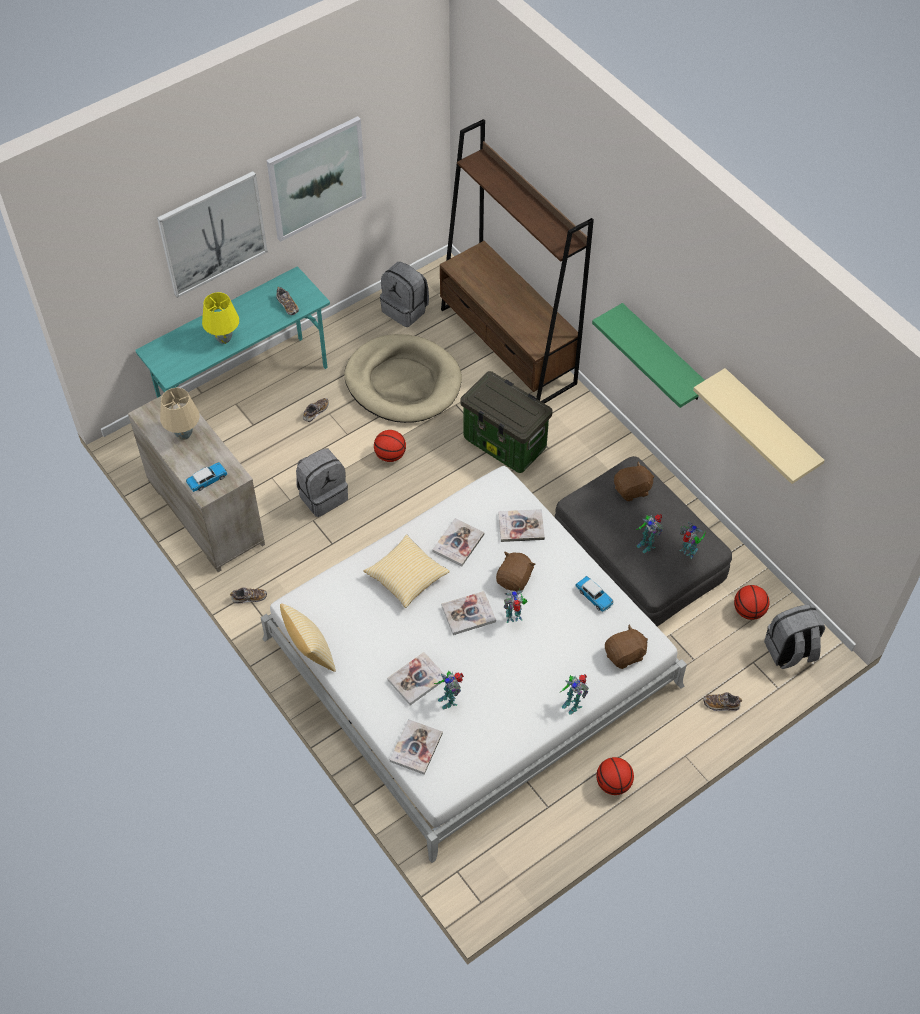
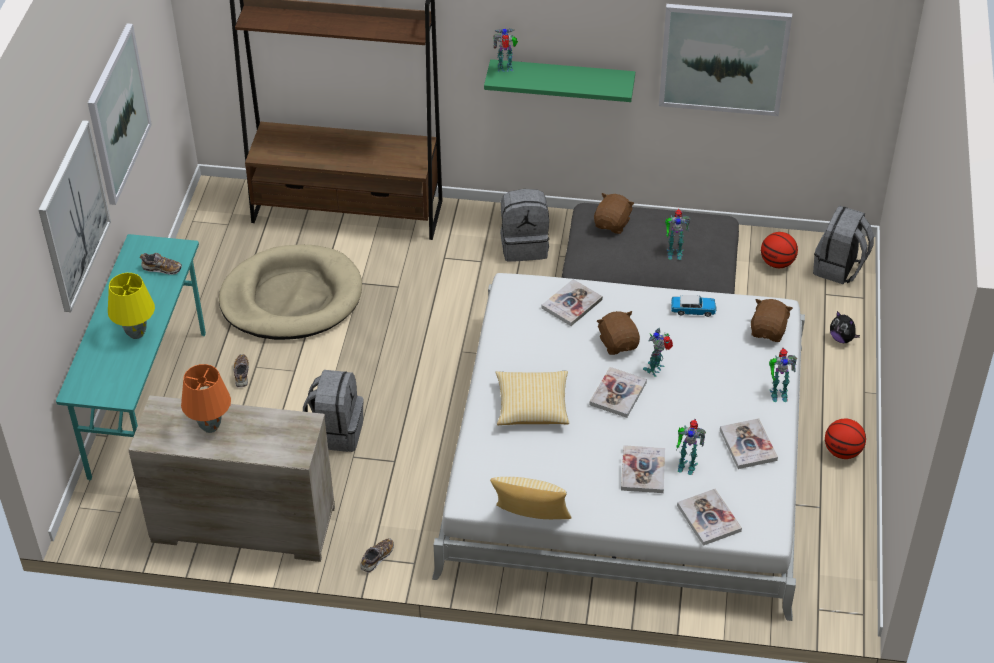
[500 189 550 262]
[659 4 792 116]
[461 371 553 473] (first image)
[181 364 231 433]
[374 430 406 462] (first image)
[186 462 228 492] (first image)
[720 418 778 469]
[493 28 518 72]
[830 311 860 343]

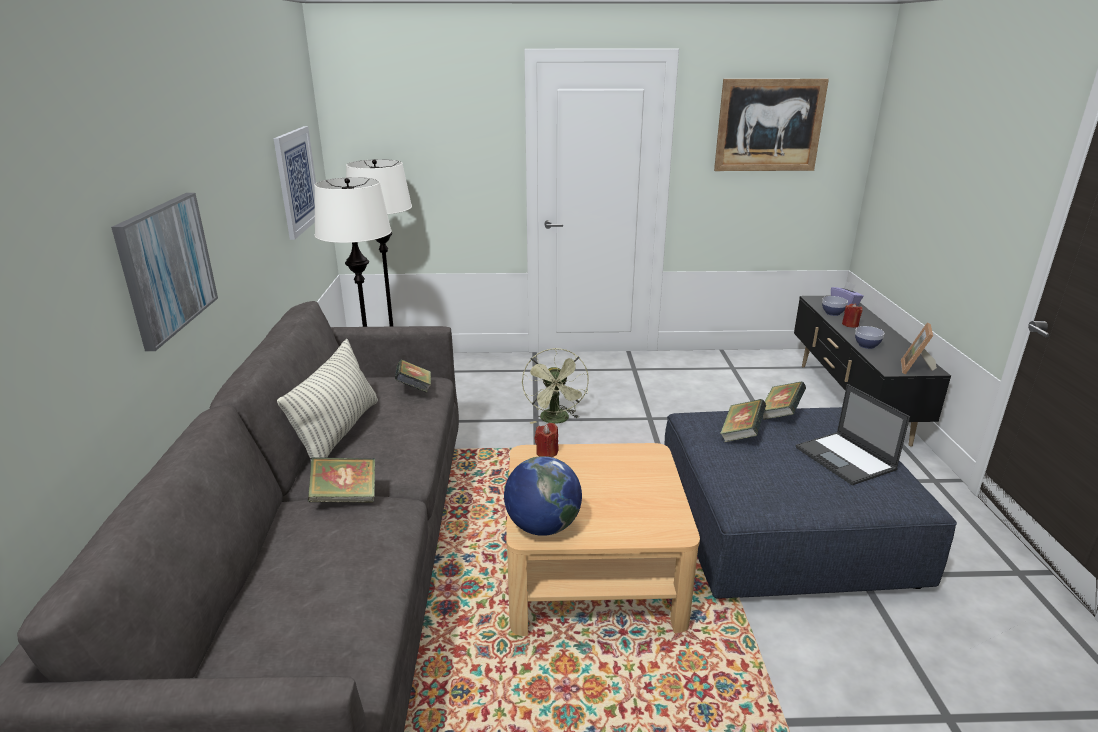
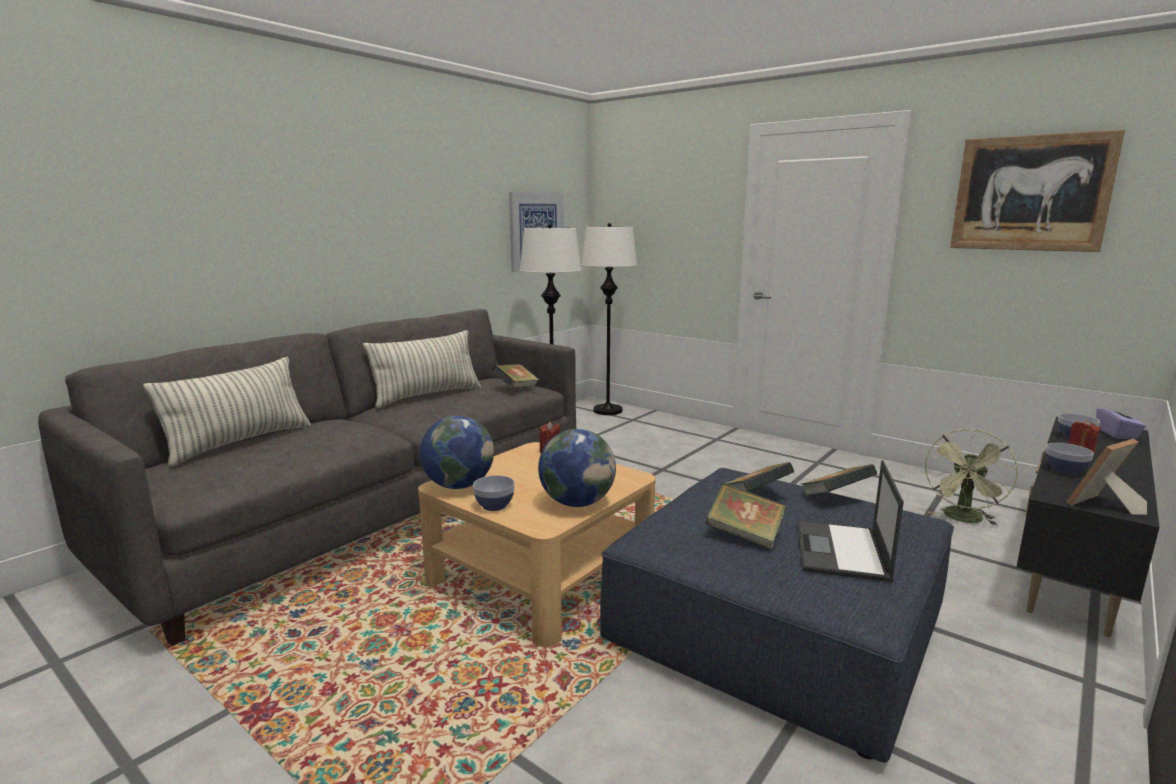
[111 193 218 351] (first image)
[924 429 1018 525]
[706 483 787 549]
[143 357 311 467]
[538 429 616 507]
[473 475 514 511]

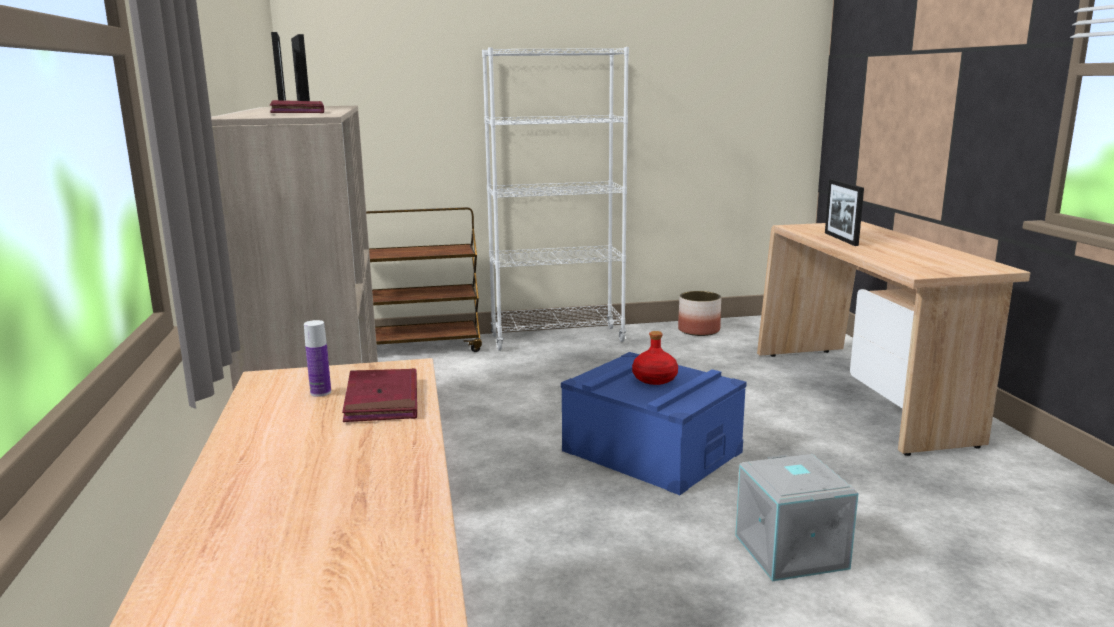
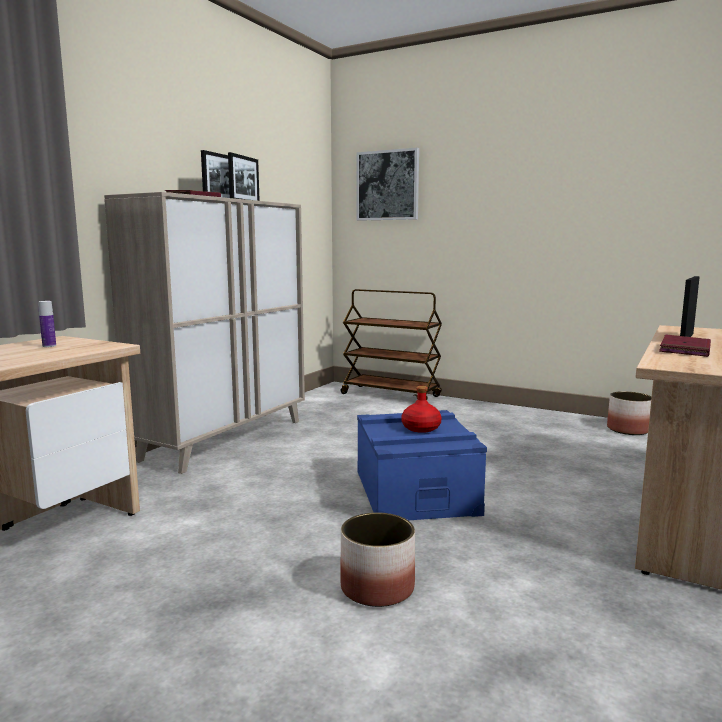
[482 47 629 351] (first image)
[659 335 711 357]
[340 512 415 607]
[357 148 419 221]

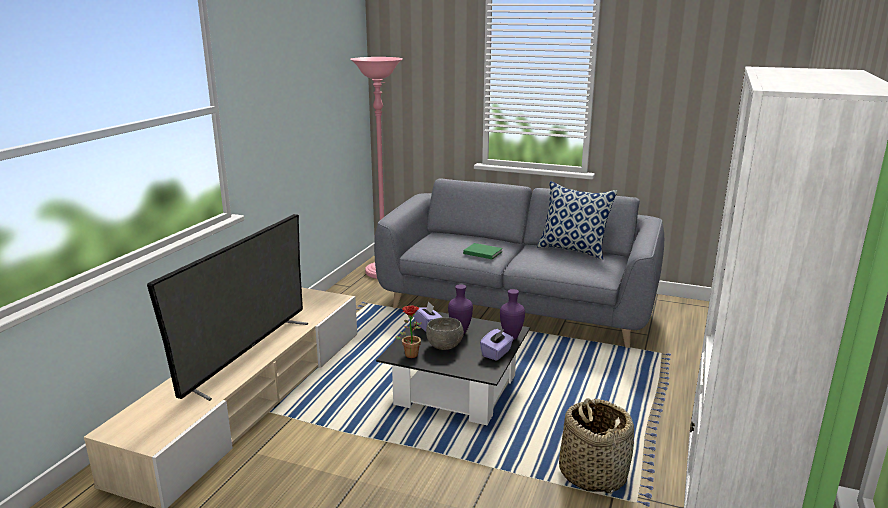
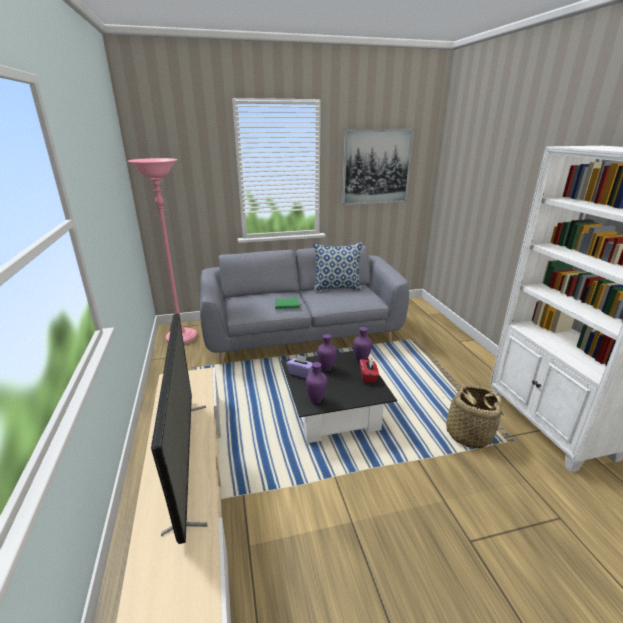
[306 362 327 404]
[426 317 464 350] (first image)
[360 358 379 383]
[342 129 414 205]

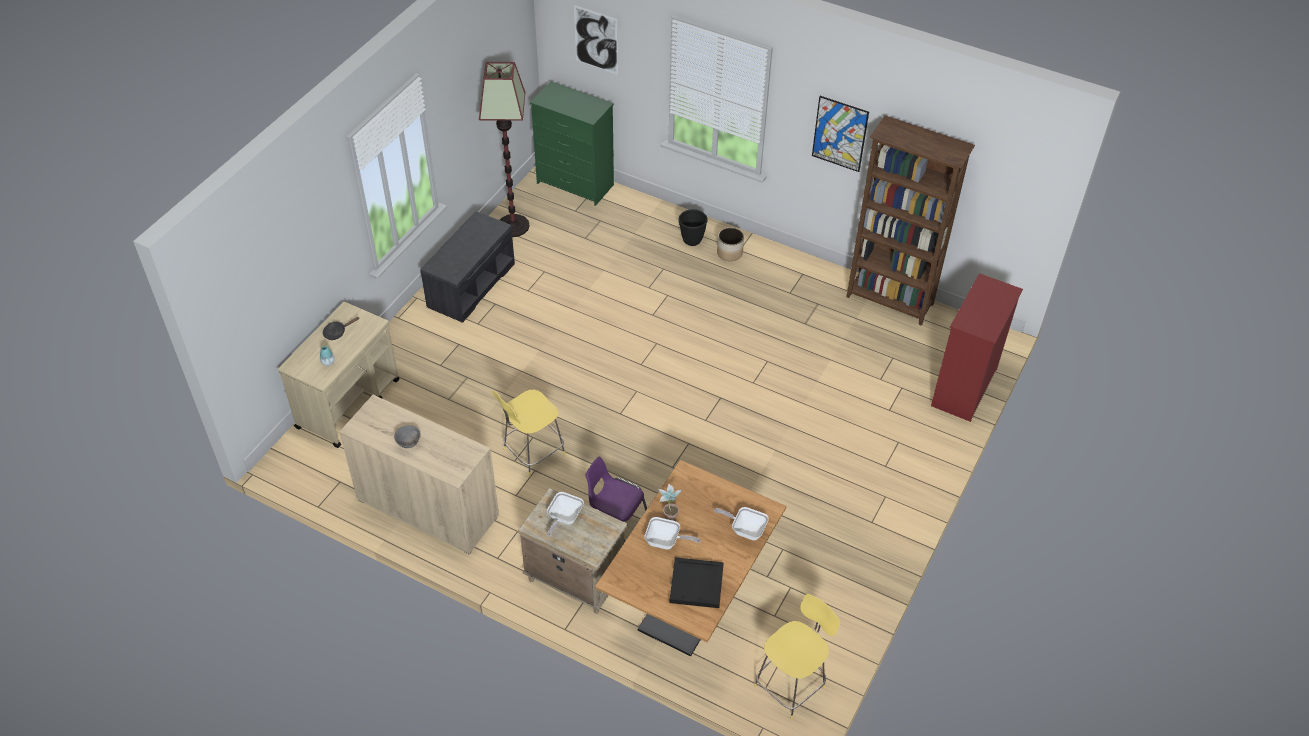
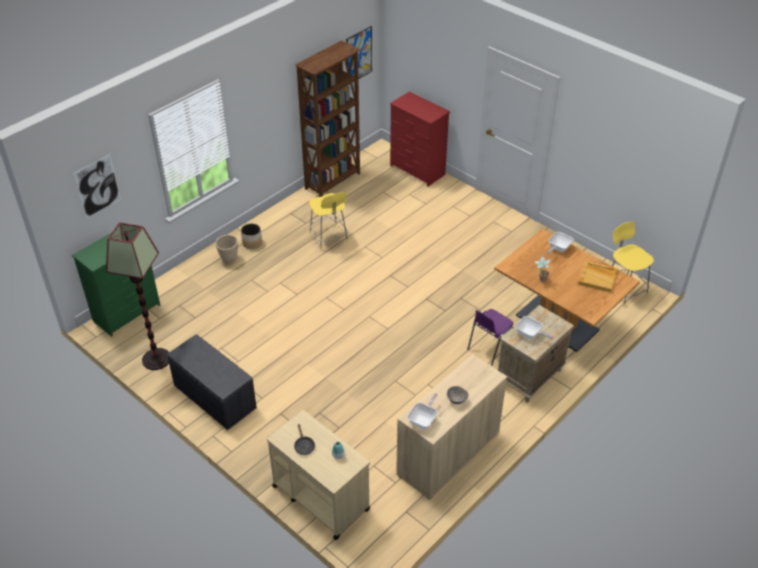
[346 26 372 83]
[215 235 238 264]
[309 192 348 250]
[407 393 438 429]
[578 261 618 293]

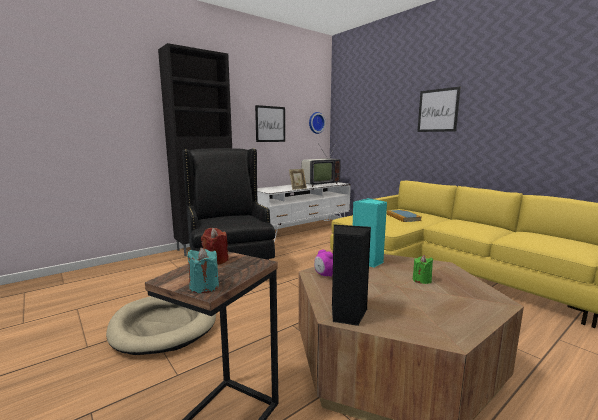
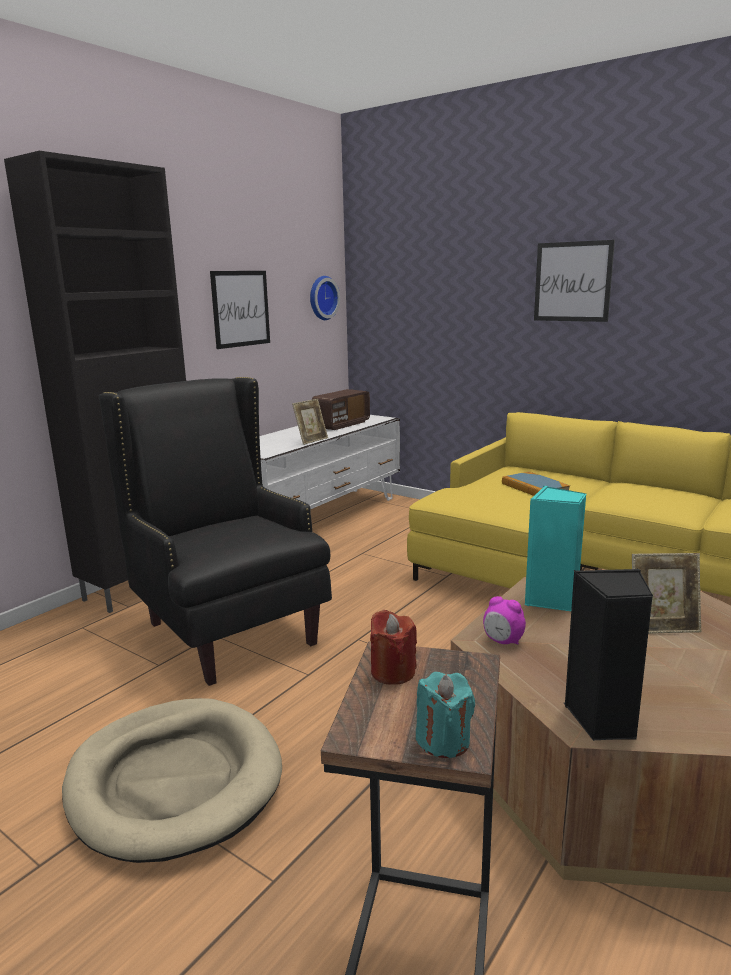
[312 389 370 430]
[632 553 701 634]

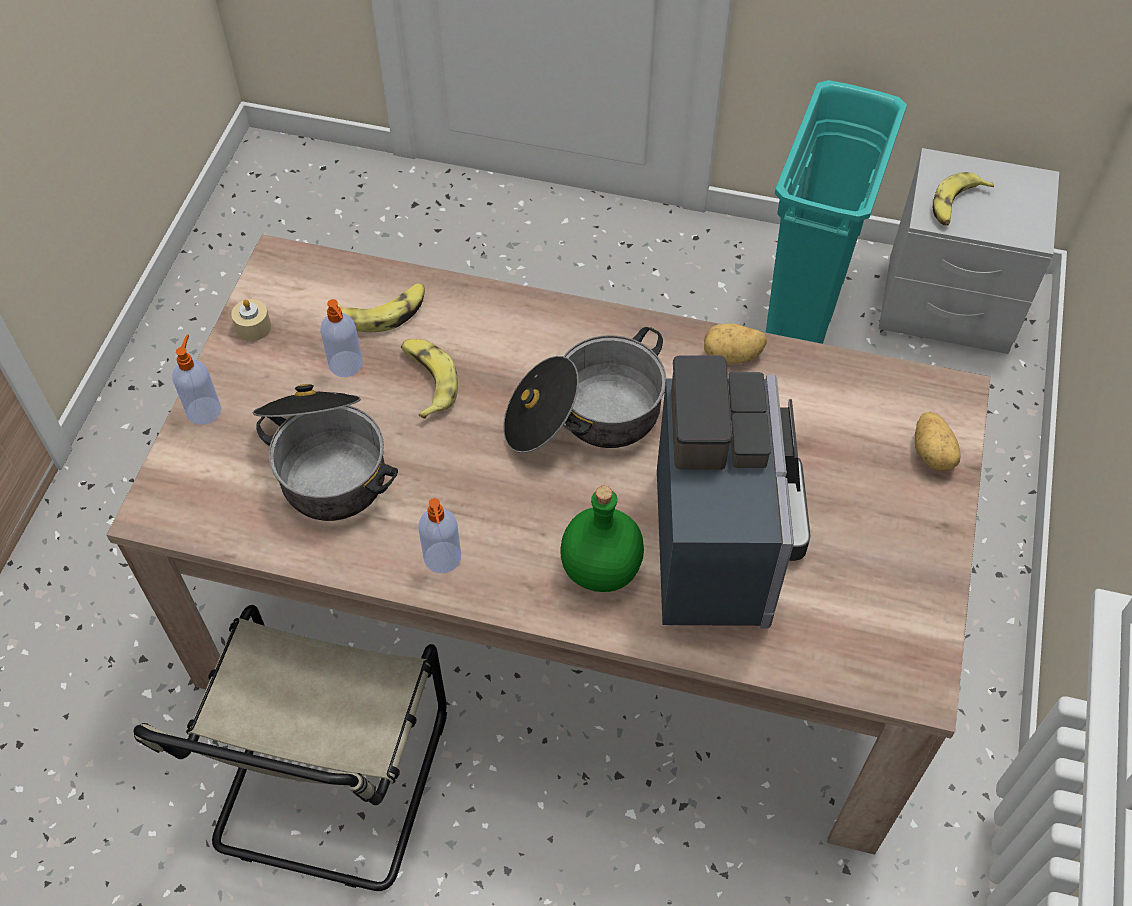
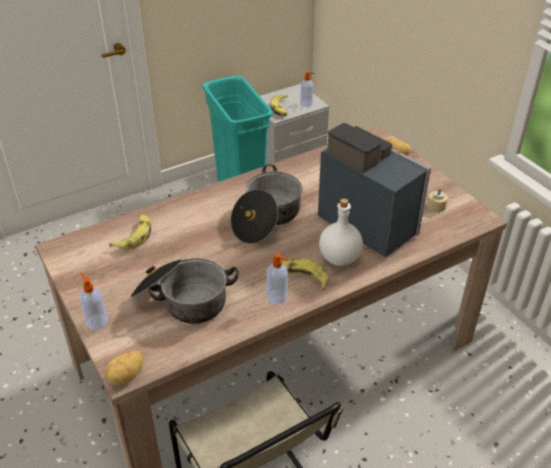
[427 188 448 212]
[300 71 315 107]
[105 350 143 385]
[282 258 329 290]
[319 198 363 266]

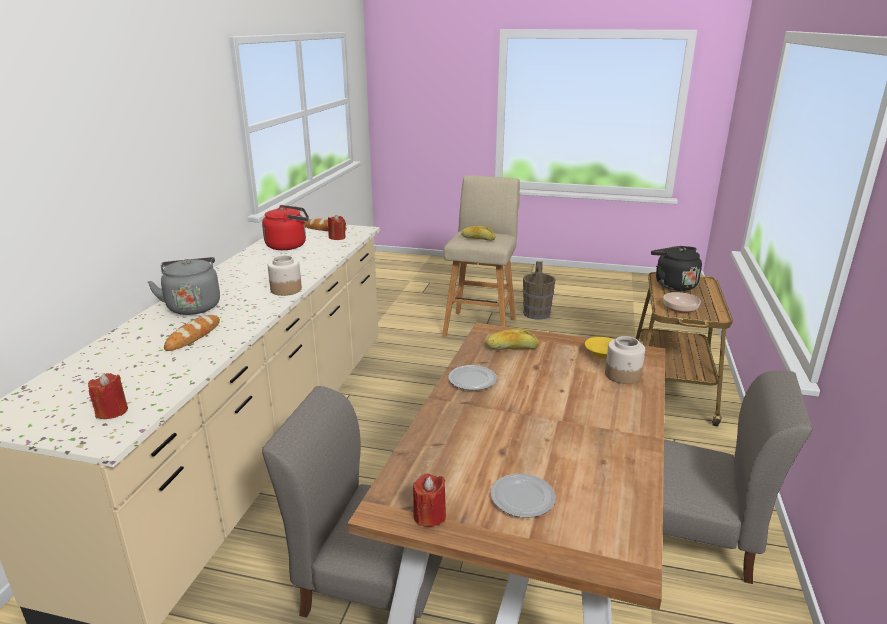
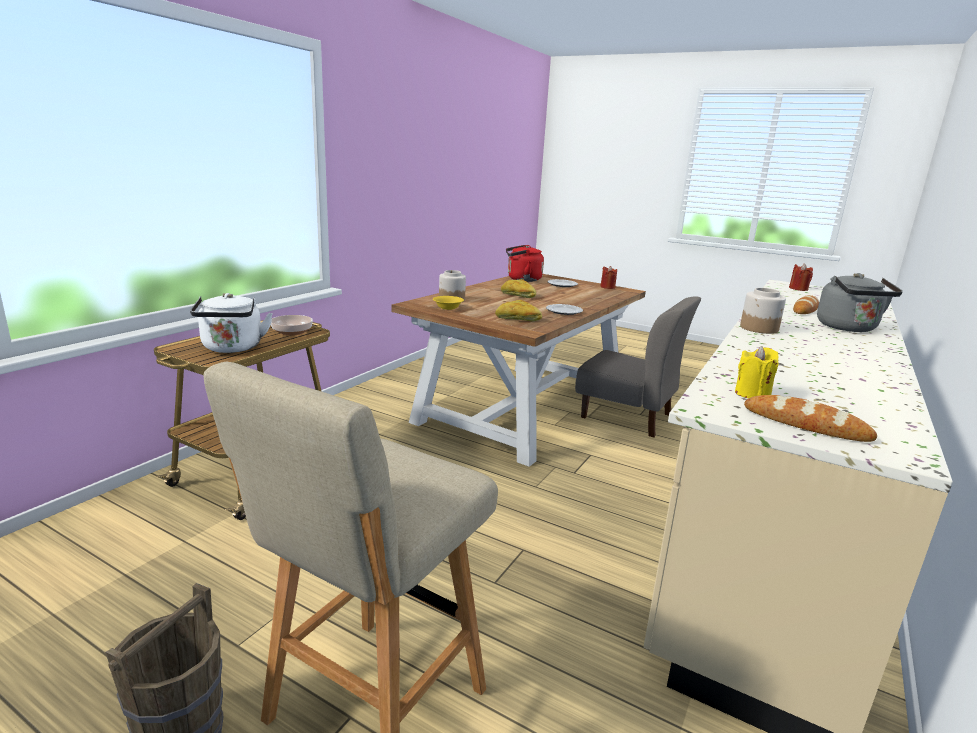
[506 245 544 282]
[735 346 778 398]
[501 279 536 298]
[190 293 273 353]
[663 370 812 584] (first image)

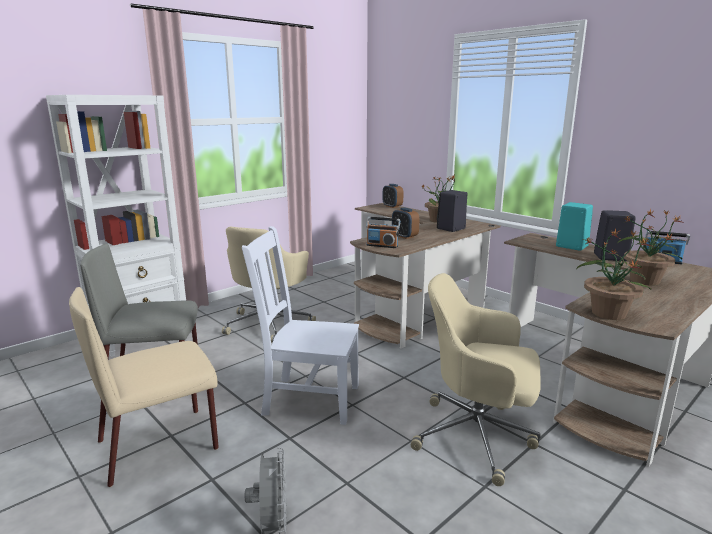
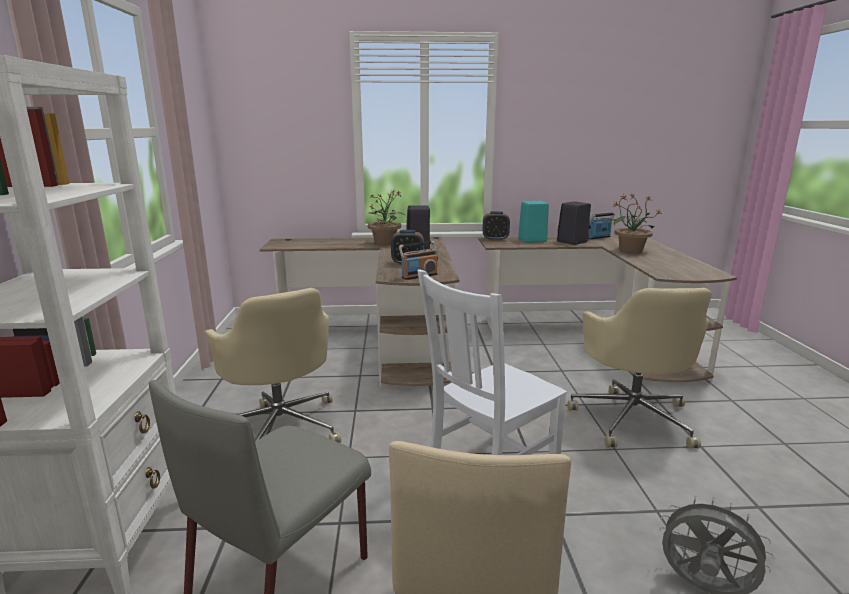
[483 211 510 241]
[576 228 652 320] (first image)
[568 288 712 449]

